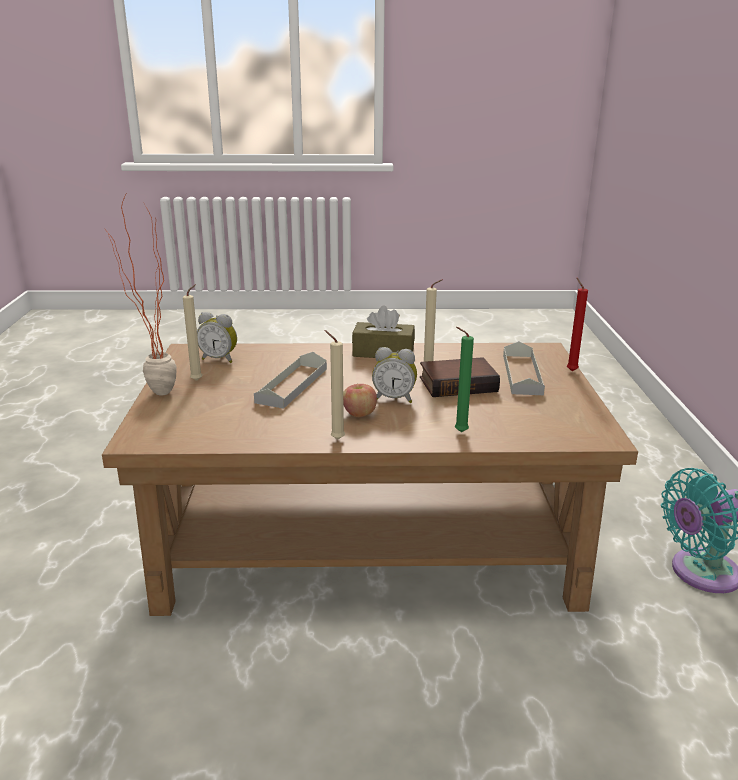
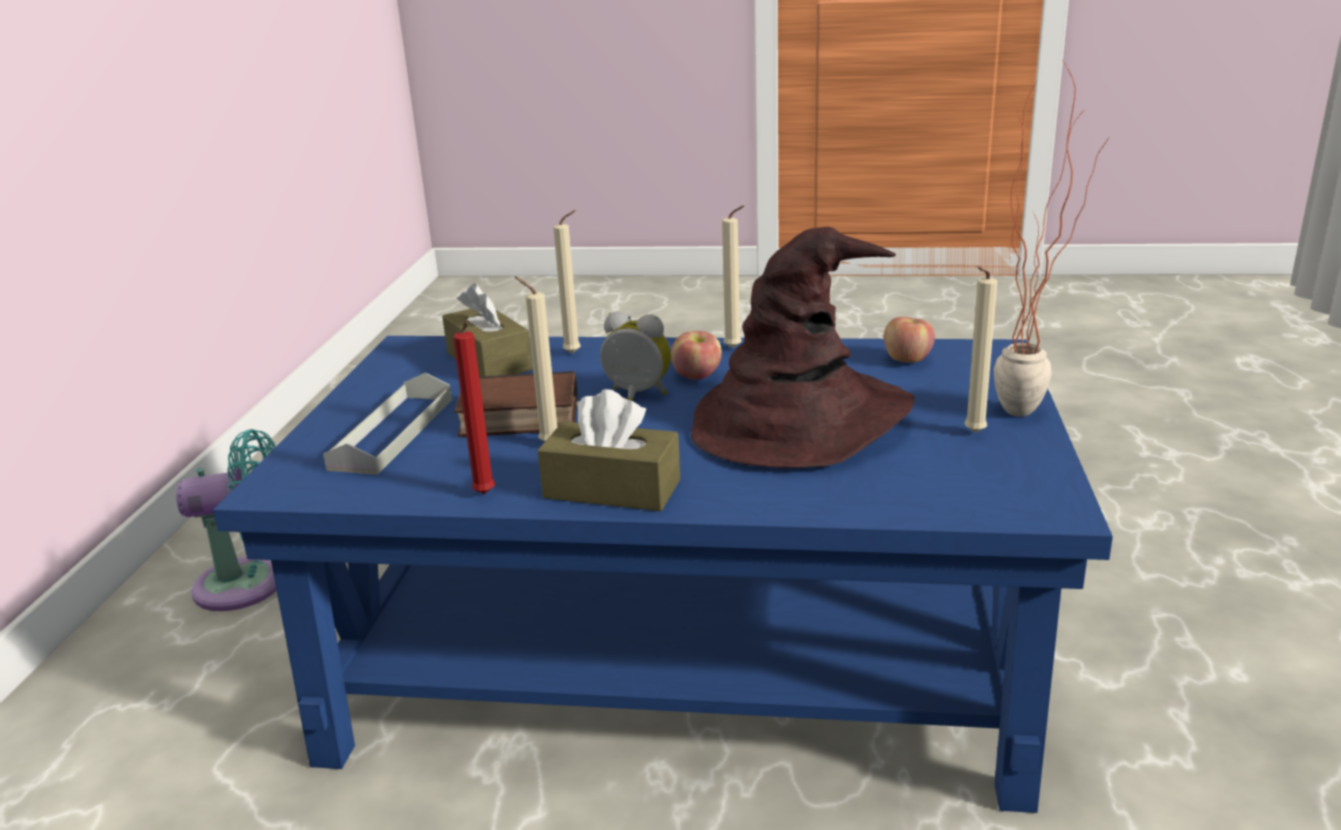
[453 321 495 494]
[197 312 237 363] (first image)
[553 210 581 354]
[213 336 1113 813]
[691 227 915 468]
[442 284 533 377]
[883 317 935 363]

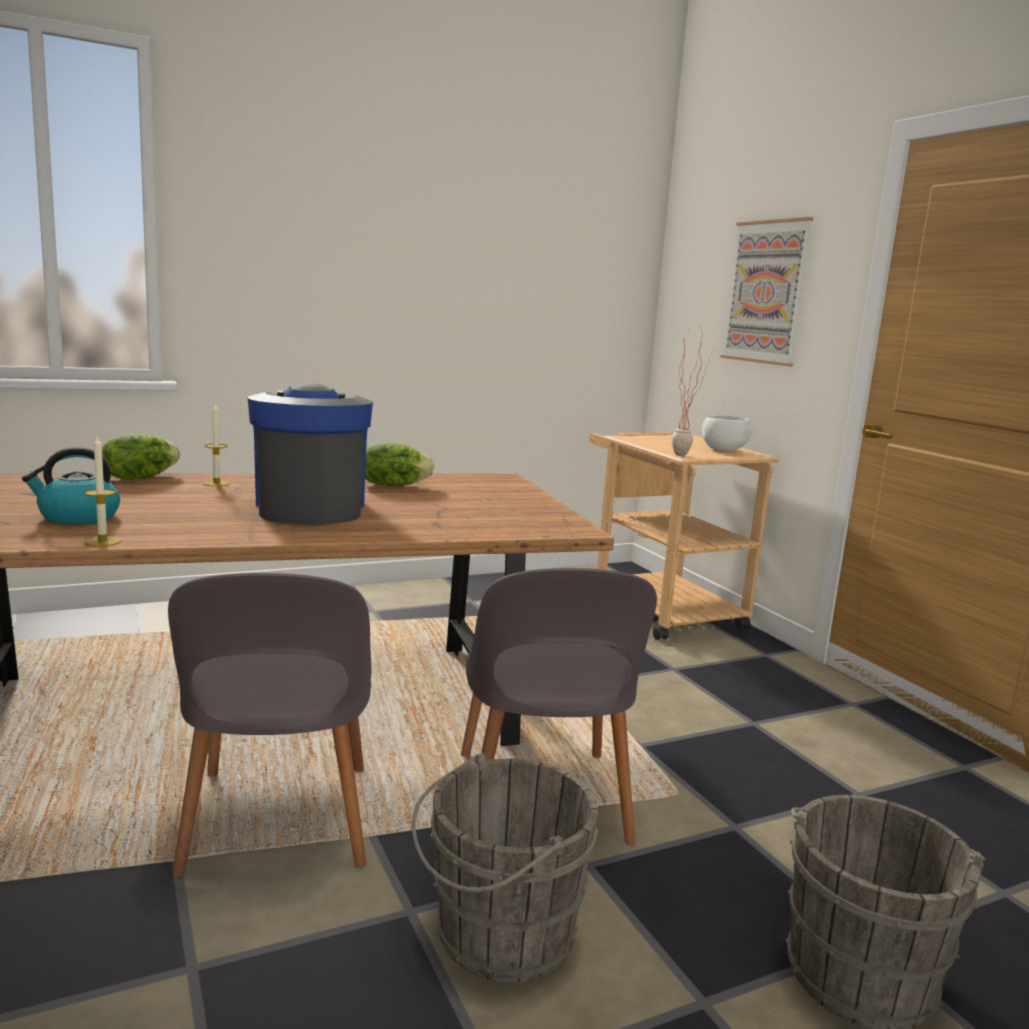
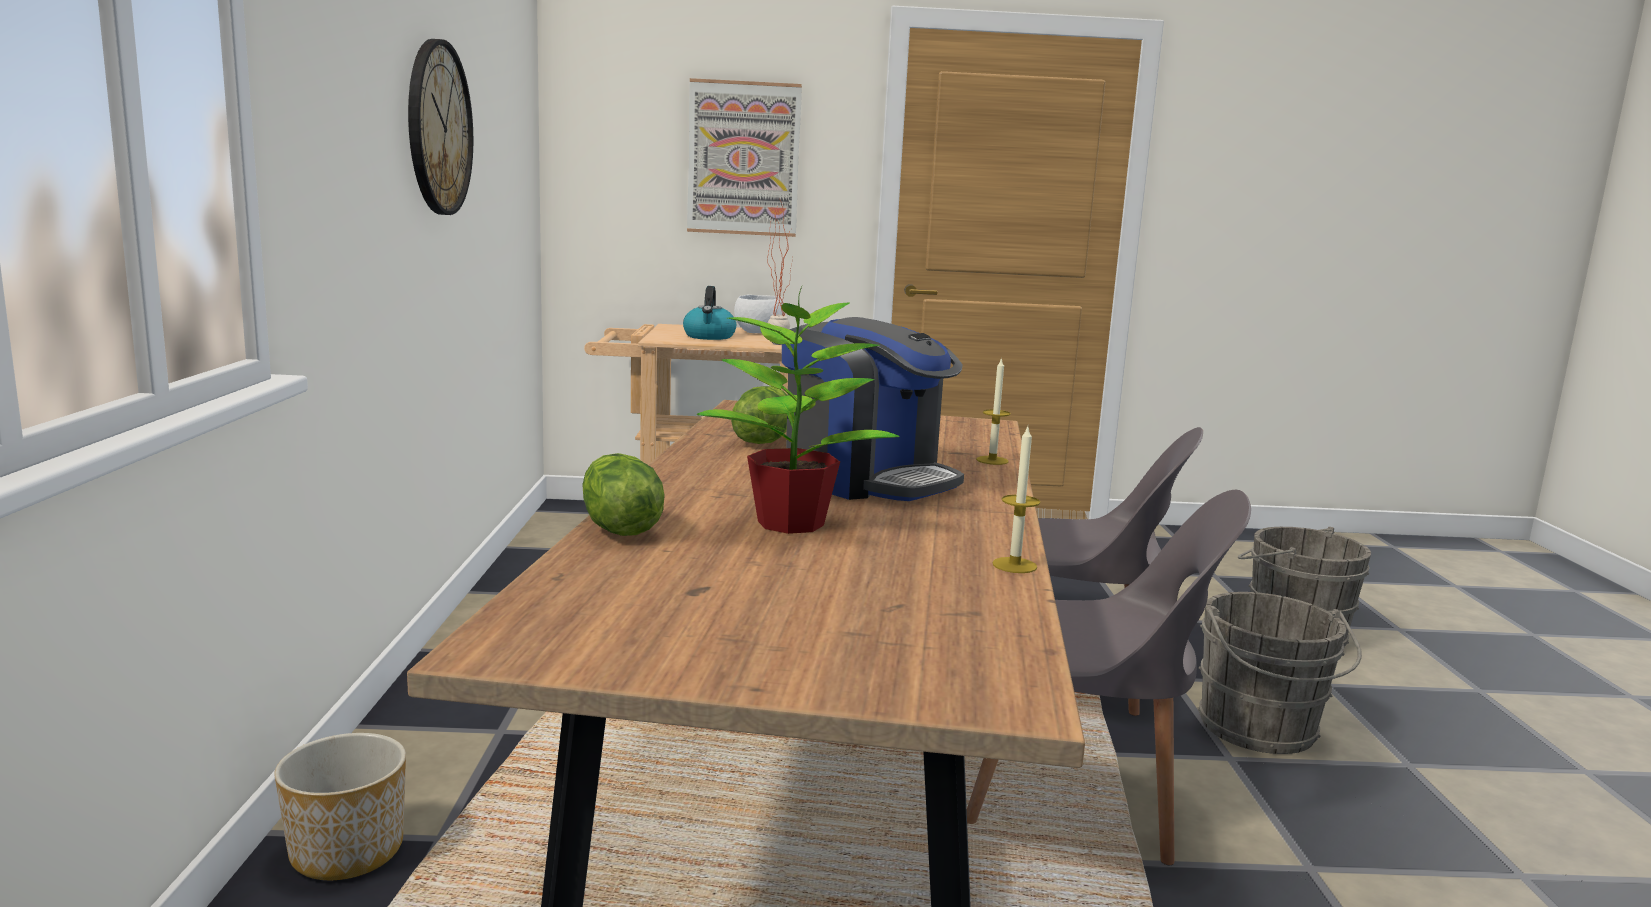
[782 317 964 501]
[976 357 1011 465]
[683 286 736 340]
[408 39 473 215]
[697 285 900 534]
[274 733 406 880]

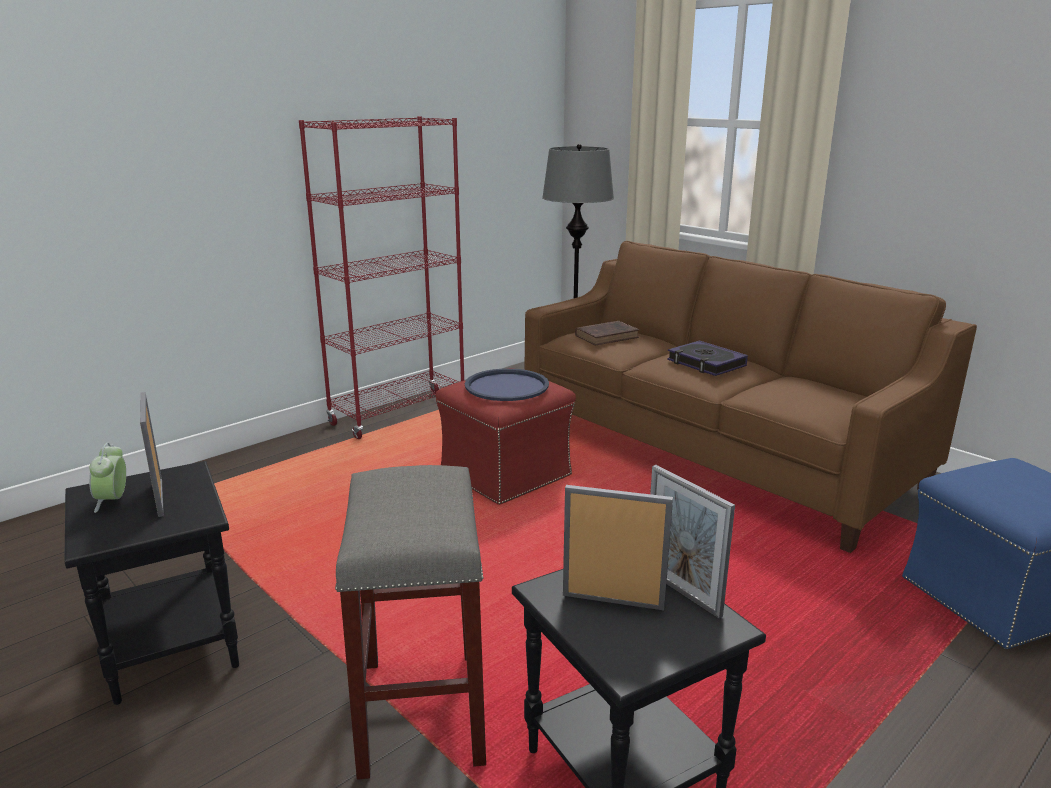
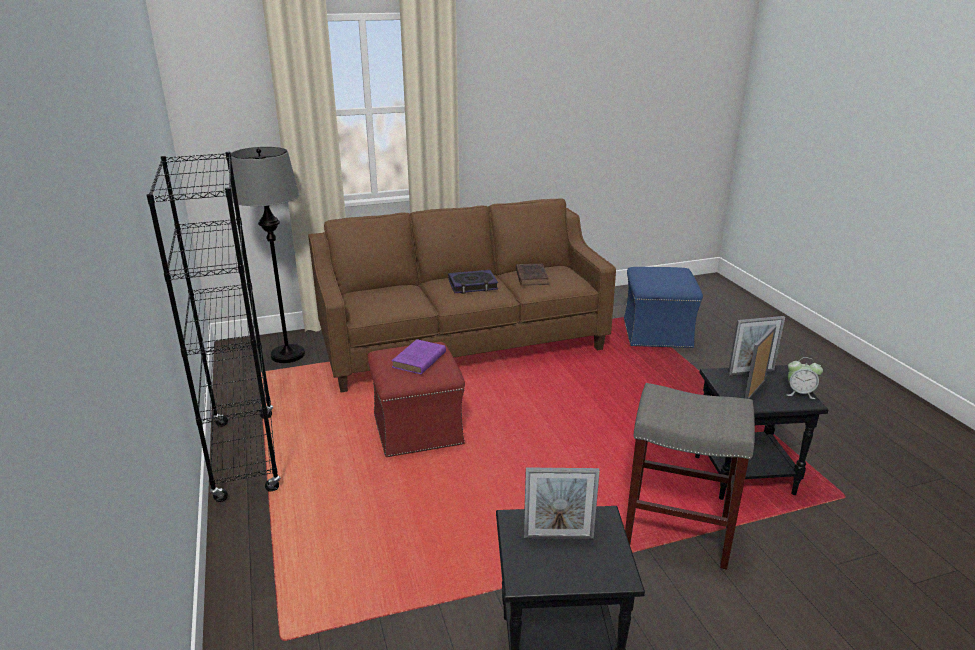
[147 152 280 502]
[516 264 549 286]
[392 339 446 374]
[787 357 823 399]

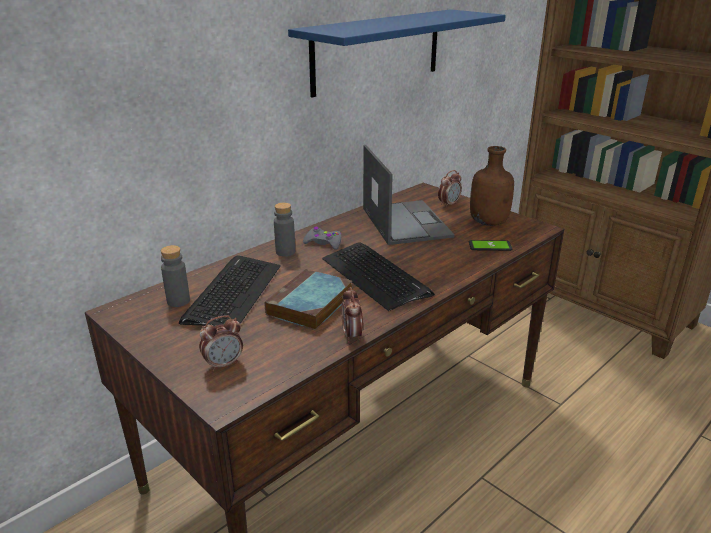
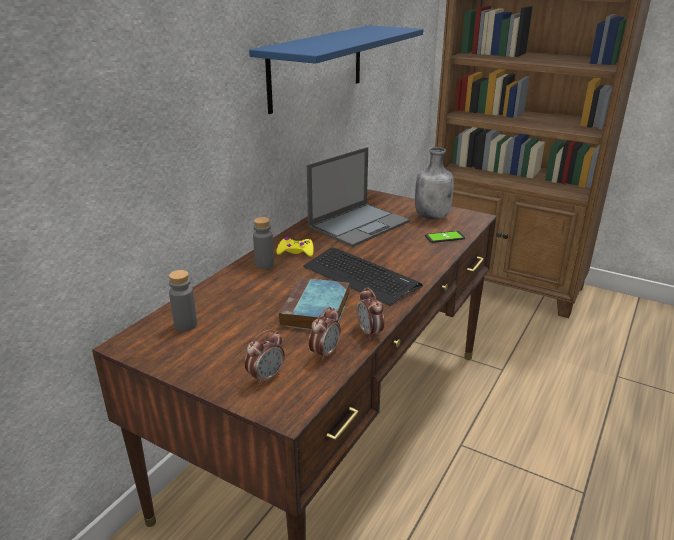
[307 147 410 247]
[415 147 454 219]
[309 307 340 361]
[276 237 314 257]
[179 255 281 326] (first image)

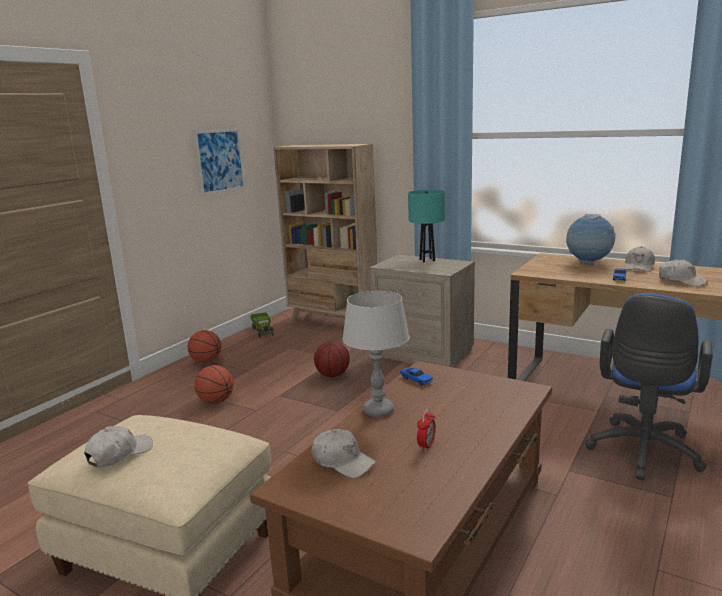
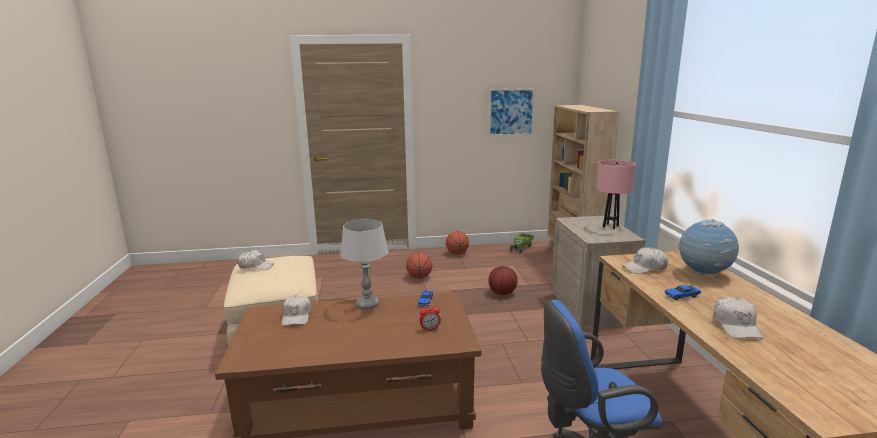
[596 160 636 229]
[622 247 668 274]
[420 304 441 331]

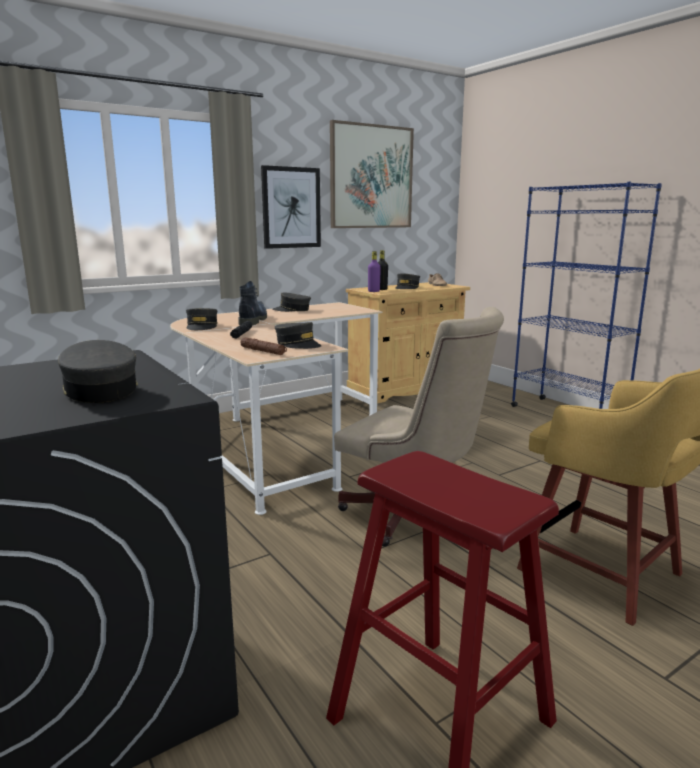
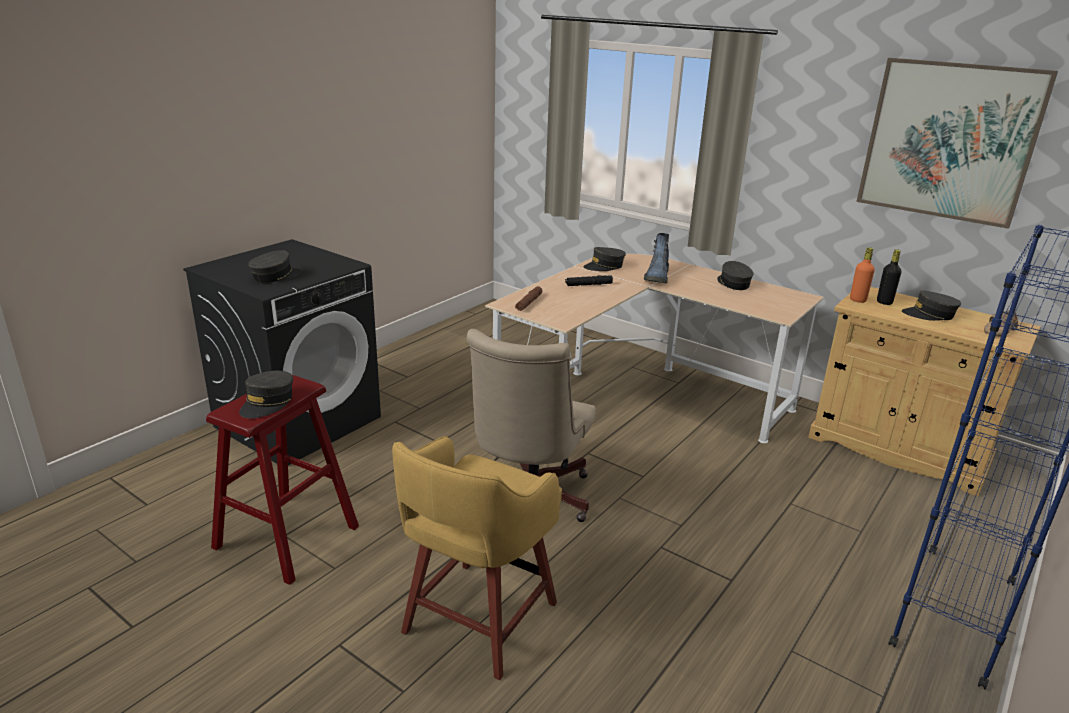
[261 165 321 249] (first image)
[850 247 875 303]
[644 233 669 283]
[239 371 293 418]

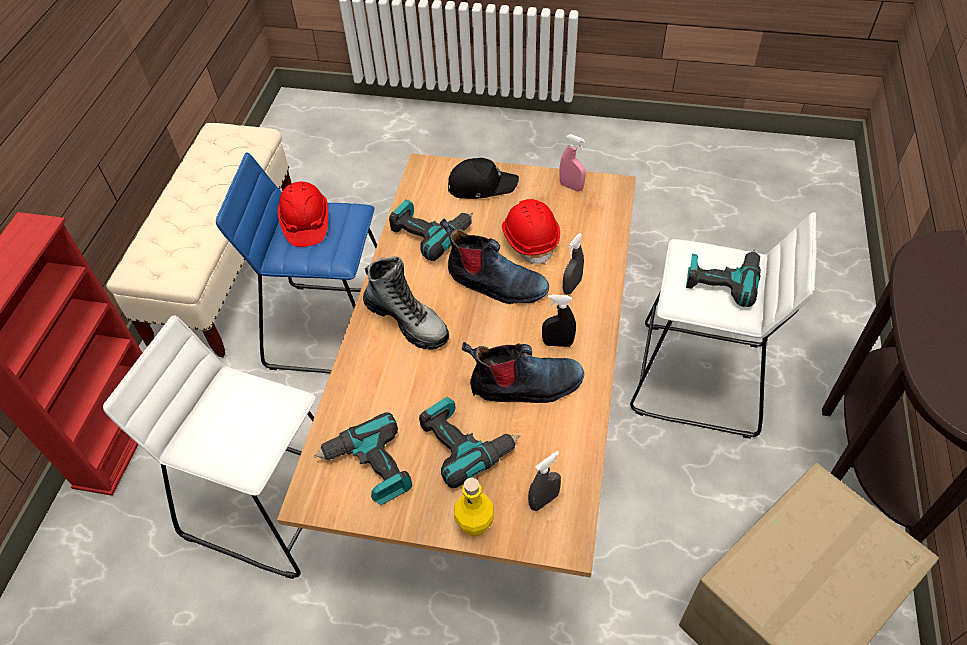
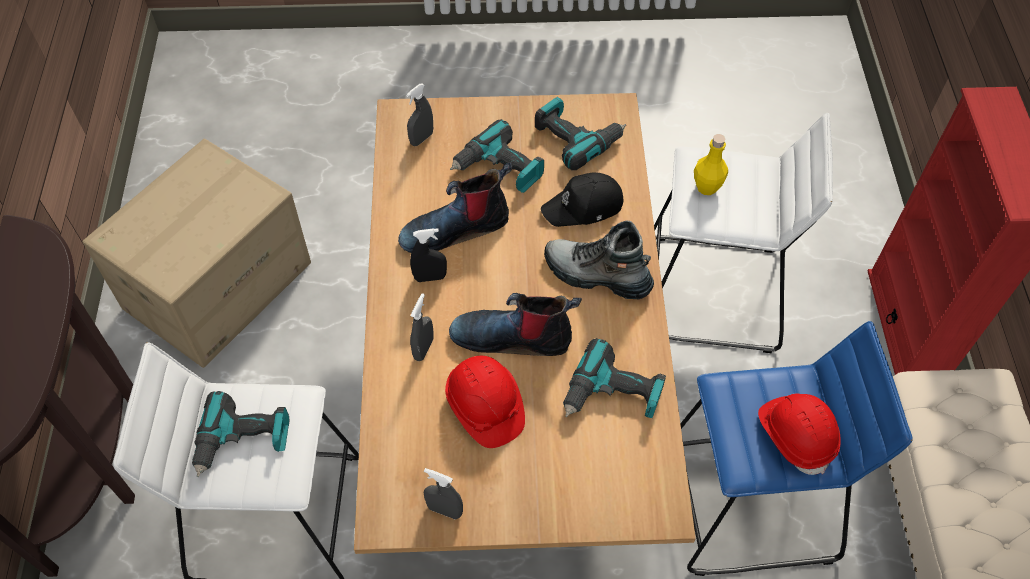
[424 468 463 519]
[541 172 623 227]
[694 134 728 195]

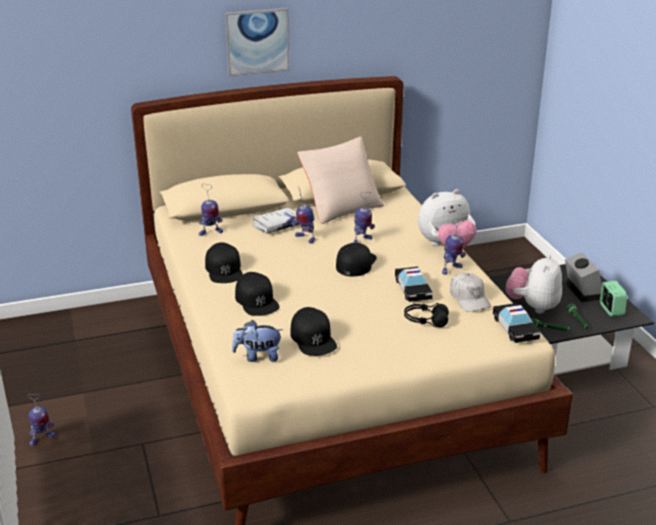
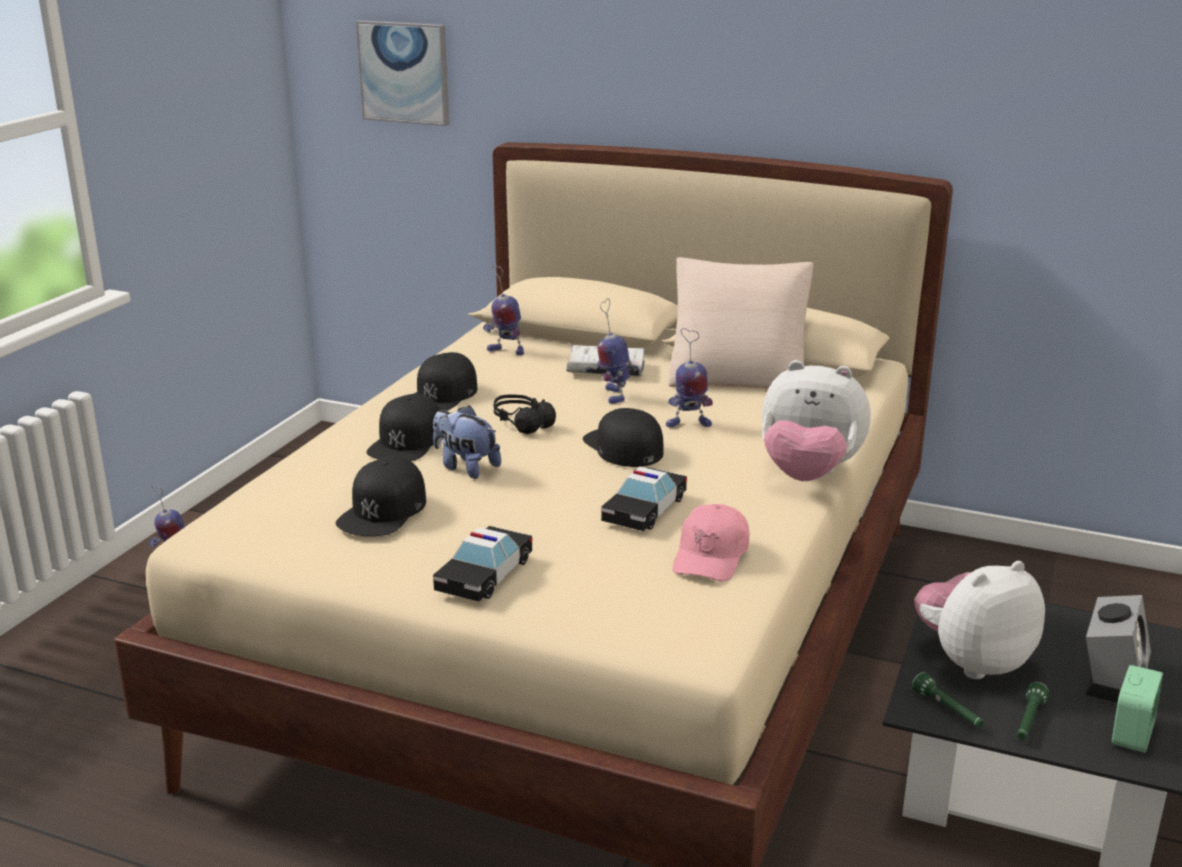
[356 20 449 126]
[442 218 466 275] (first image)
[583 408 664 467]
[673 504 749 581]
[494 395 556 434]
[433 526 532 602]
[433 405 501 479]

